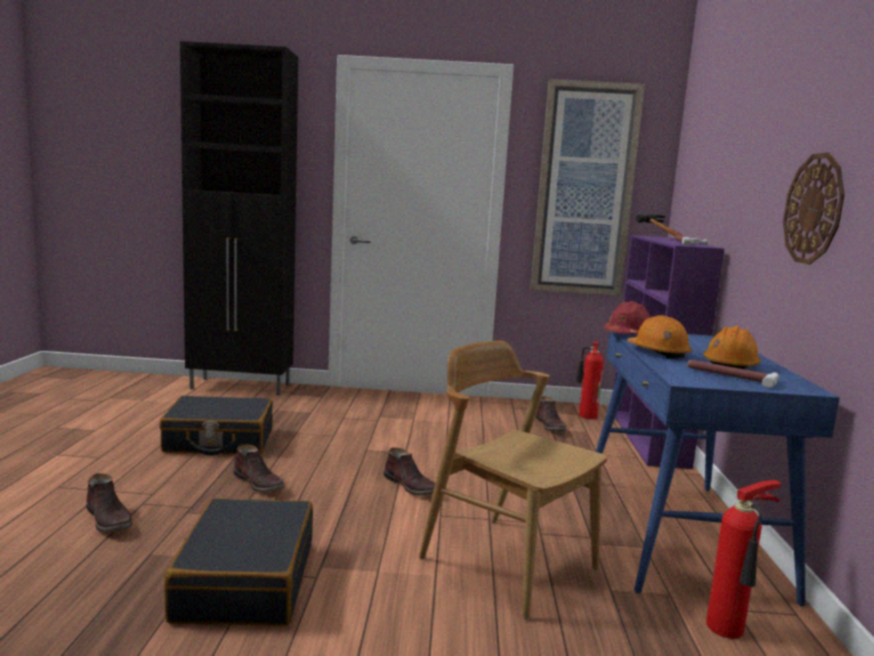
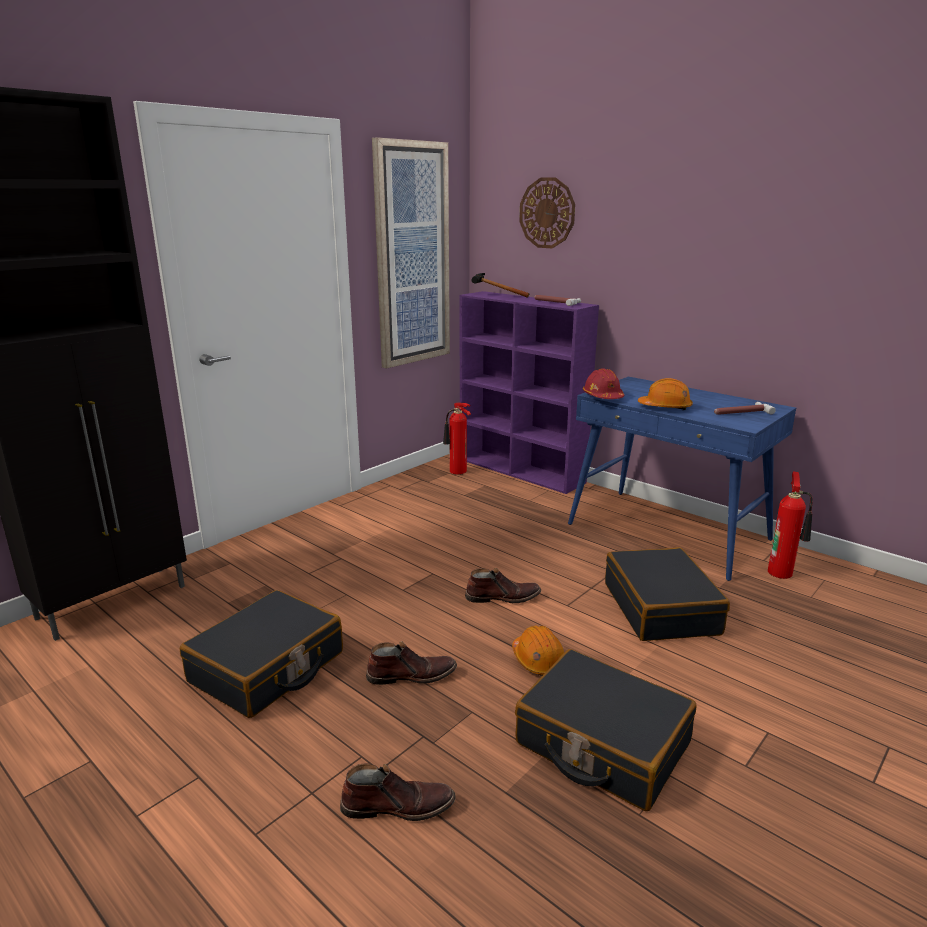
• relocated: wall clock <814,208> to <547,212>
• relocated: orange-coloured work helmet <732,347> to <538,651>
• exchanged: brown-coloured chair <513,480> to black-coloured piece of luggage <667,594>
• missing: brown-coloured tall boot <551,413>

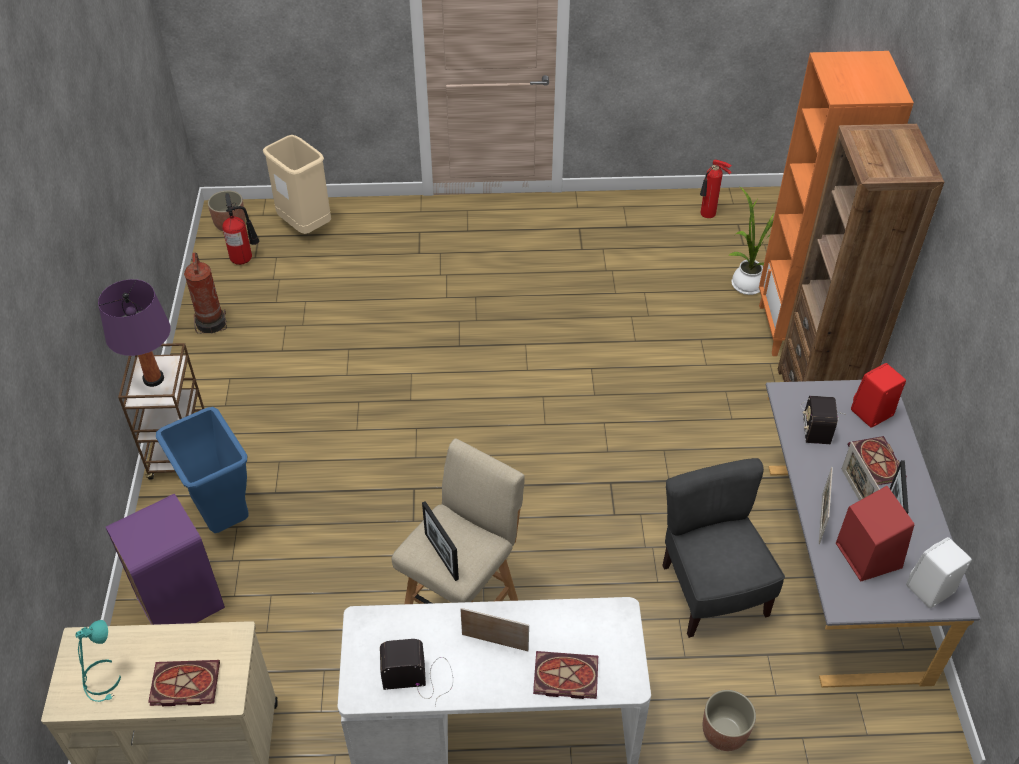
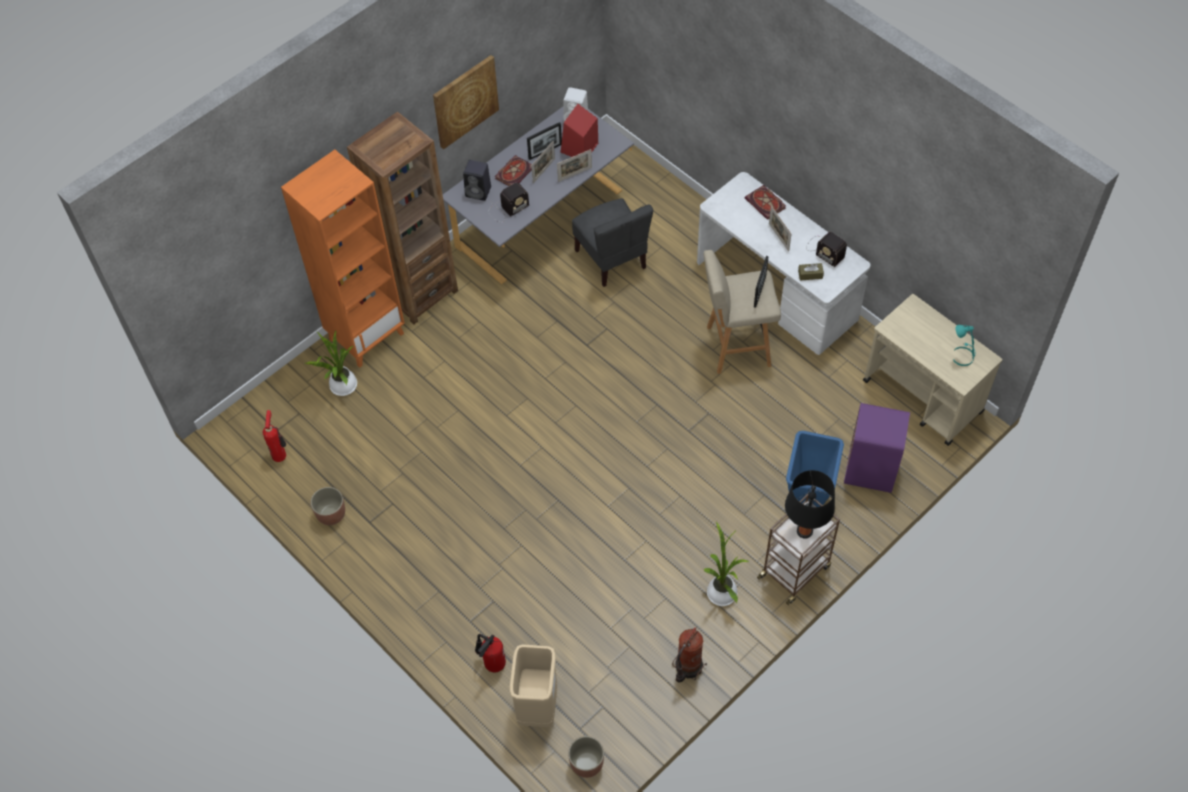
• relocated: extinguisher <240,229> to <490,653>
• colour: purplish table lamp <134,333> to black-coloured table lamp <810,504>
• colour: red loudspeaker <878,395> to black-coloured loudspeaker <477,180>
• spun: greyish chair <723,548> = <612,242> 60 degrees counterclockwise
• missing: bound book <184,683>
• relocated: plant pot <729,720> to <328,506>
• appeared: wall picture <466,102>
• appeared: brown-coloured box of tissues <811,271>
• appeared: houseplant <726,564>

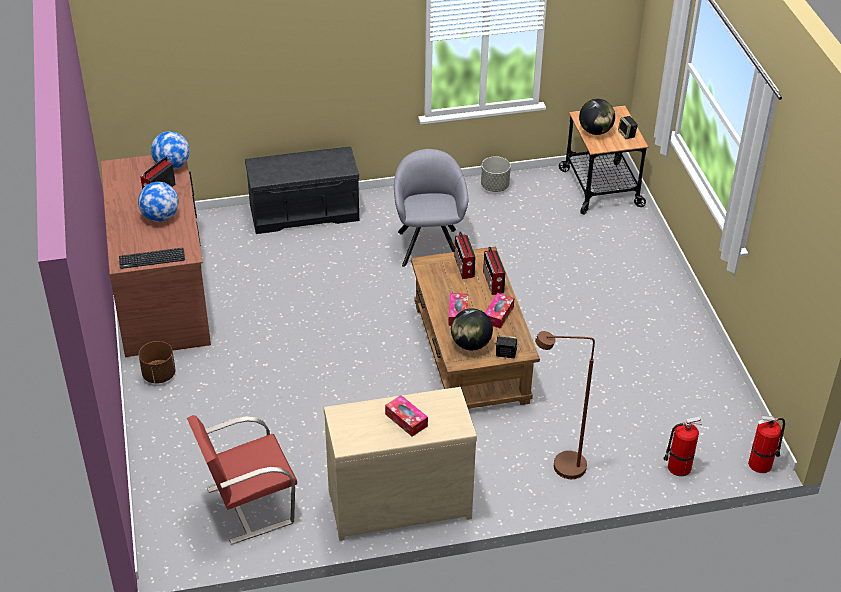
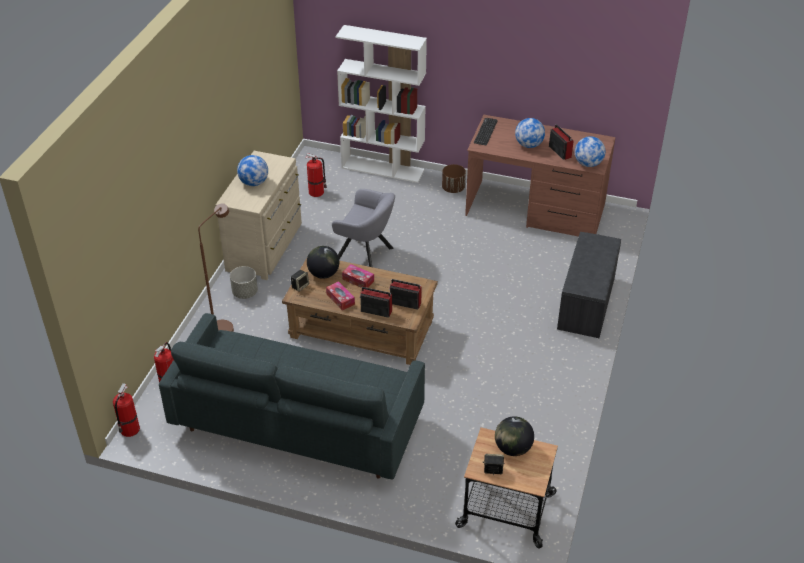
• relocated: greyish armchair <431,208> to <363,228>
• relocated: greyish plant pot <496,174> to <244,282>
• exchanged: box of tissues <406,416> to world globe <252,170>
• exchanged: red chair <242,480> to extinguisher <316,175>
• appeared: whitish bookshelf <381,104>
• appeared: greyish couch <292,396>

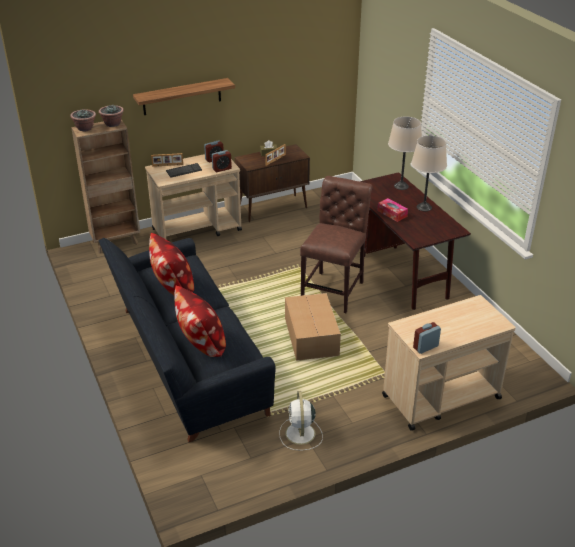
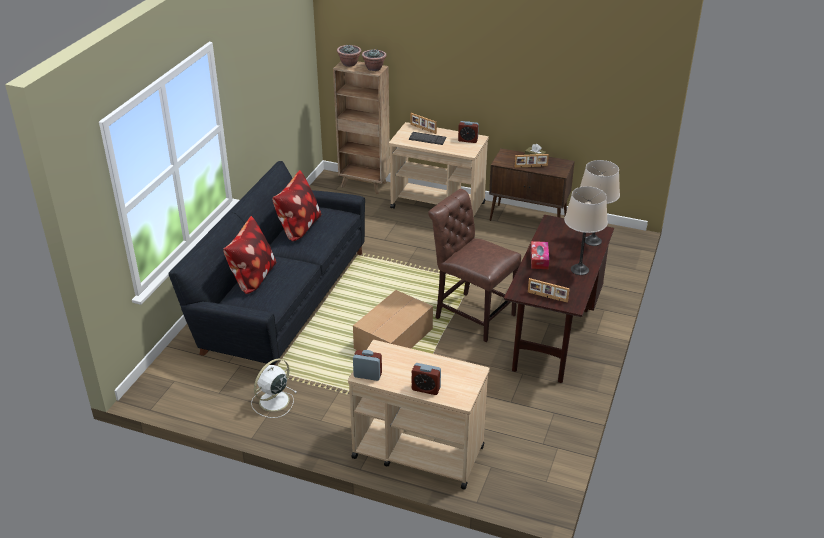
• missing: shelf <184,96>
• relocated: bedside clock <222,161> to <426,379>
• spun: brown-coloured chair <336,244> = <474,265> 120 degrees counterclockwise
• appeared: photo frame <549,290>

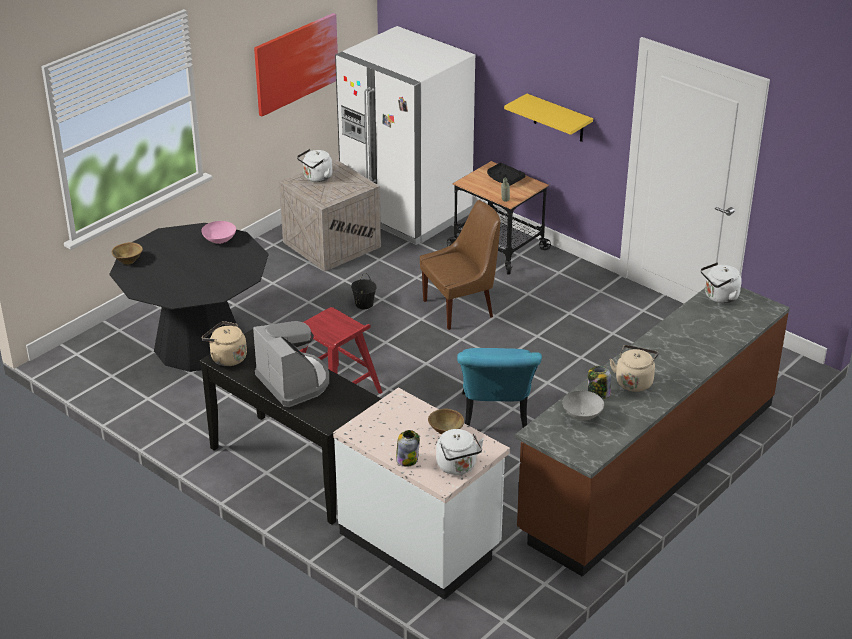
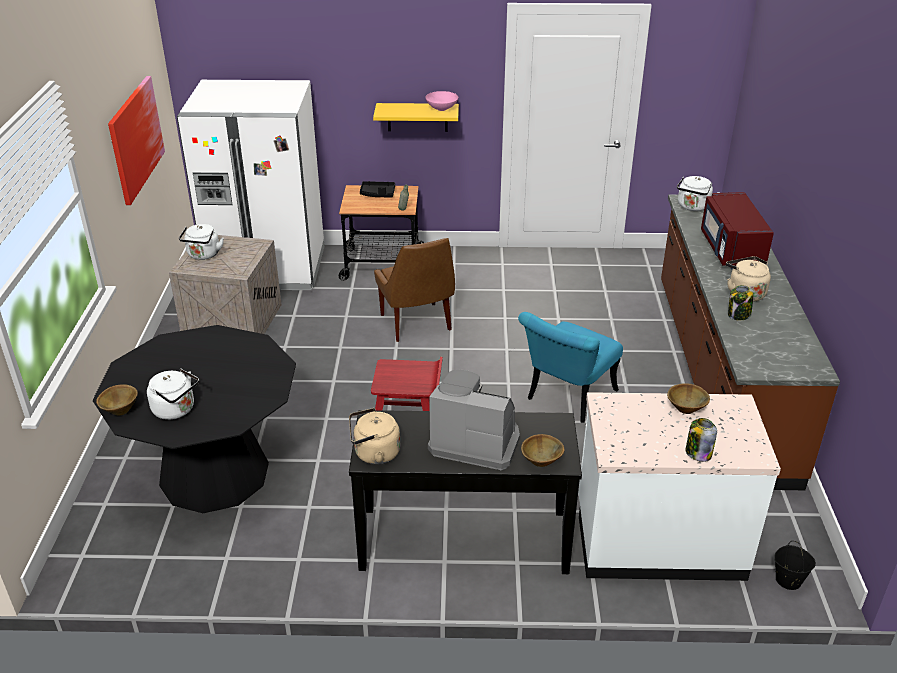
• spun: brown-coloured chair <460,265> = <414,290> 135 degrees clockwise
• relocated: pink serving bowl <218,232> to <441,101>
• relocated: black-coloured water bucket <364,291> to <795,565>
• spun: turquoise chair <499,388> = <570,367> 75 degrees clockwise
• missing: greyish serving bowl <583,405>
• relocated: whitish water kettle <460,452> to <173,394>
• appeared: red kitchen microwave <737,231>
• appeared: brown-coloured serving bowl <543,450>

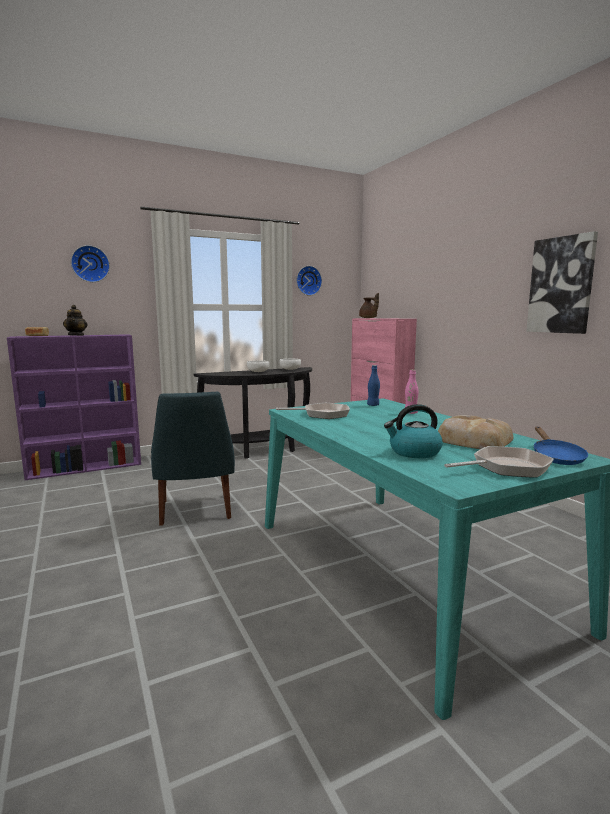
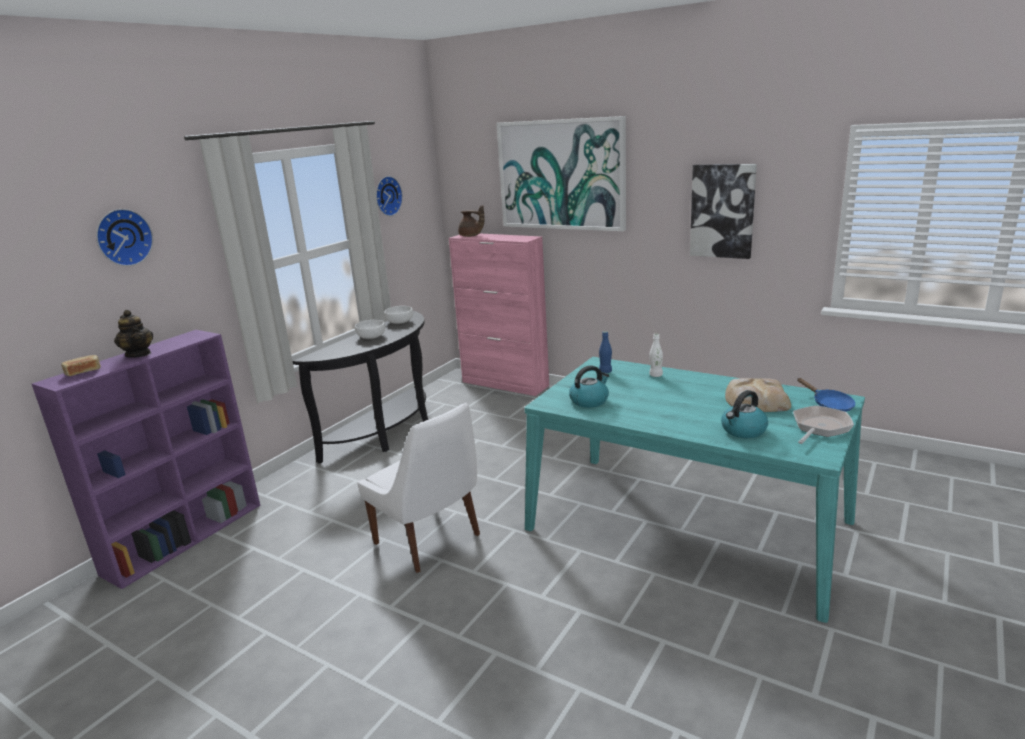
• colour: pink bottle <411,392> to whitish bottle <656,355>
• colour: bluish chair <193,459> to whitish chair <418,488>
• exchanged: frying pan <313,411> to water kettle <589,387>
• appeared: wall picture <561,173>

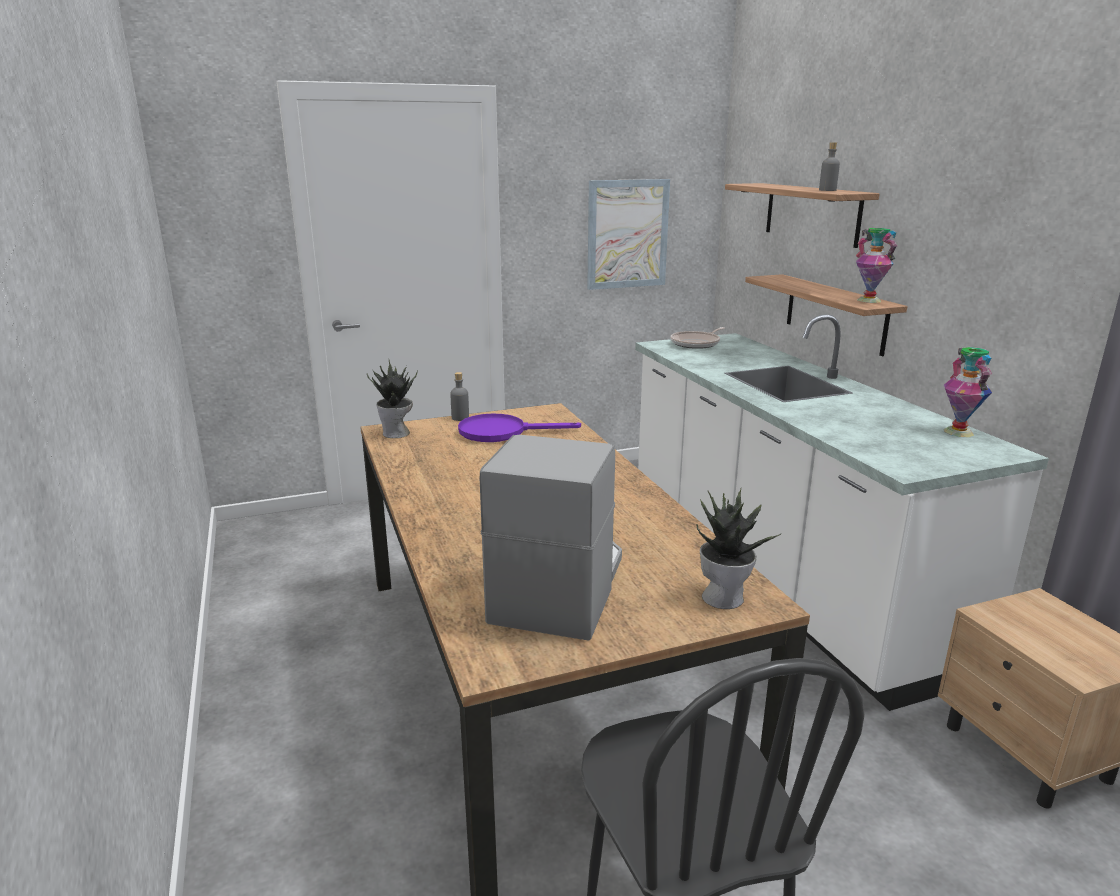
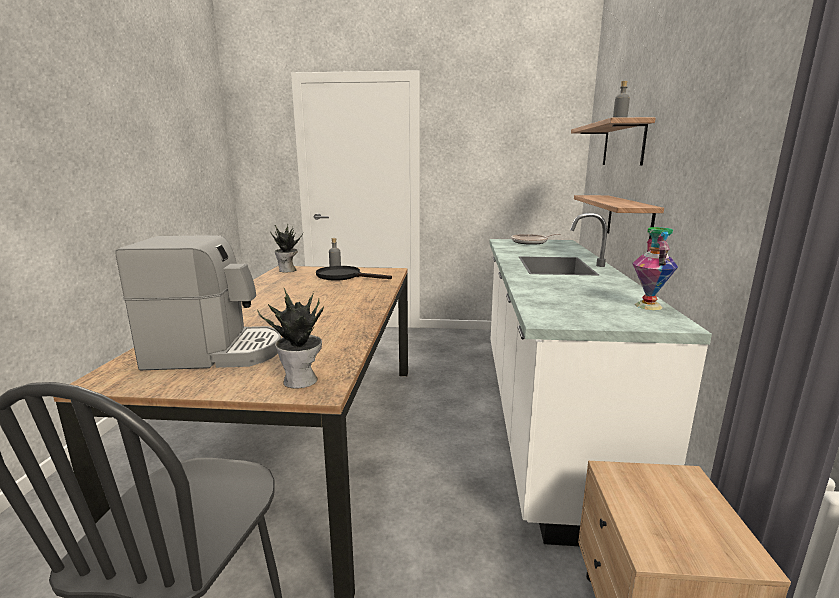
• missing: wall picture <628,234>
• missing: decorative vase <876,265>
• colour: purplish frying pan <519,428> to black-coloured frying pan <354,273>
• spun: coffee machine <551,538> = <198,302> 45 degrees clockwise

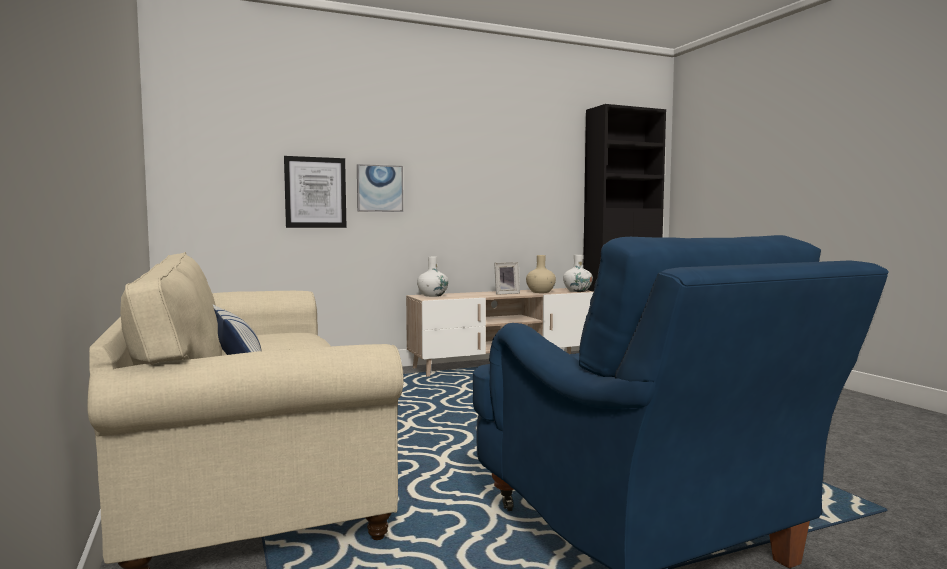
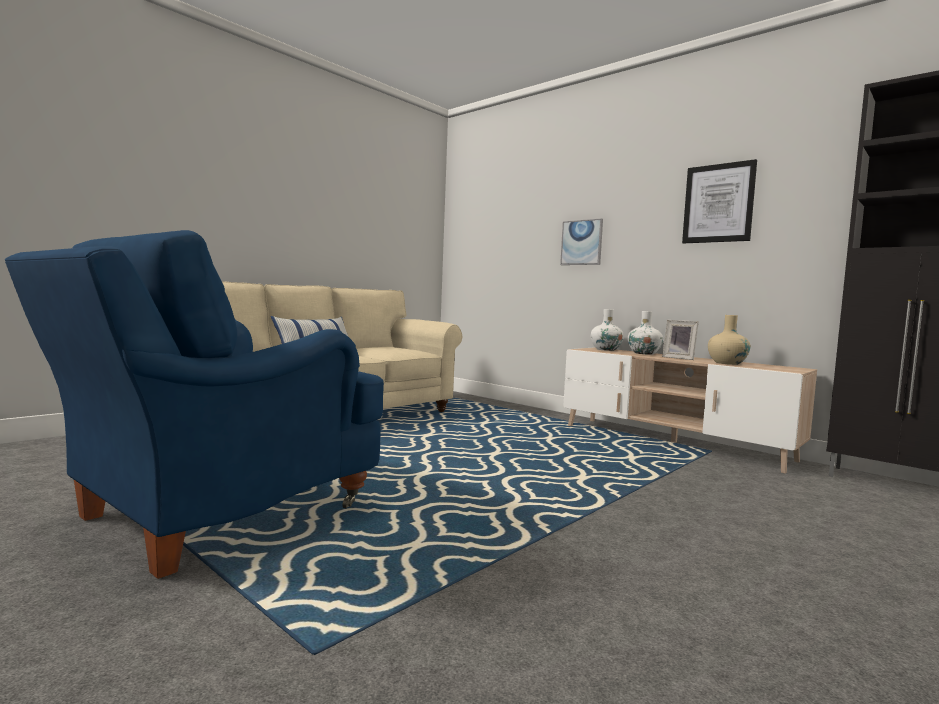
• relocated: wall picture <315,192> to <719,201>
• relocated: whitish decorative vase <578,273> to <645,333>

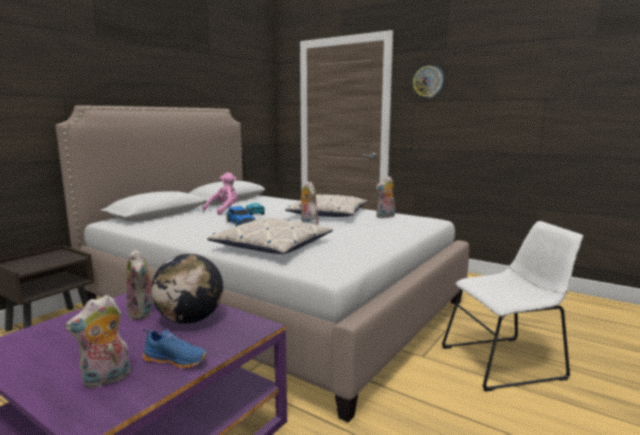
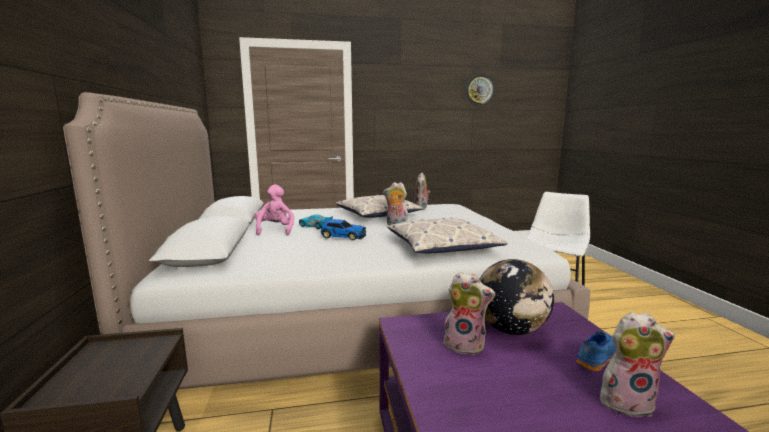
• relocated: wall clock <428,81> to <479,90>
• spun: soft toy <97,342> = <637,365> 90 degrees counterclockwise

